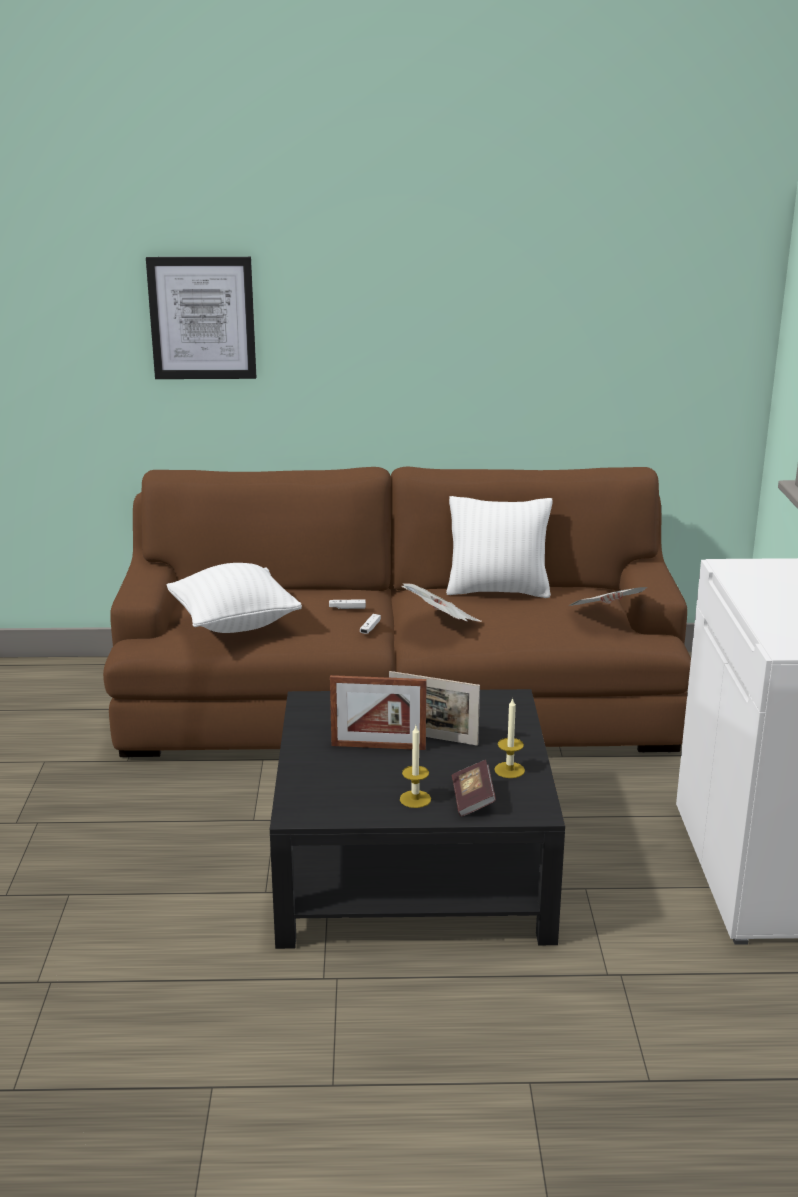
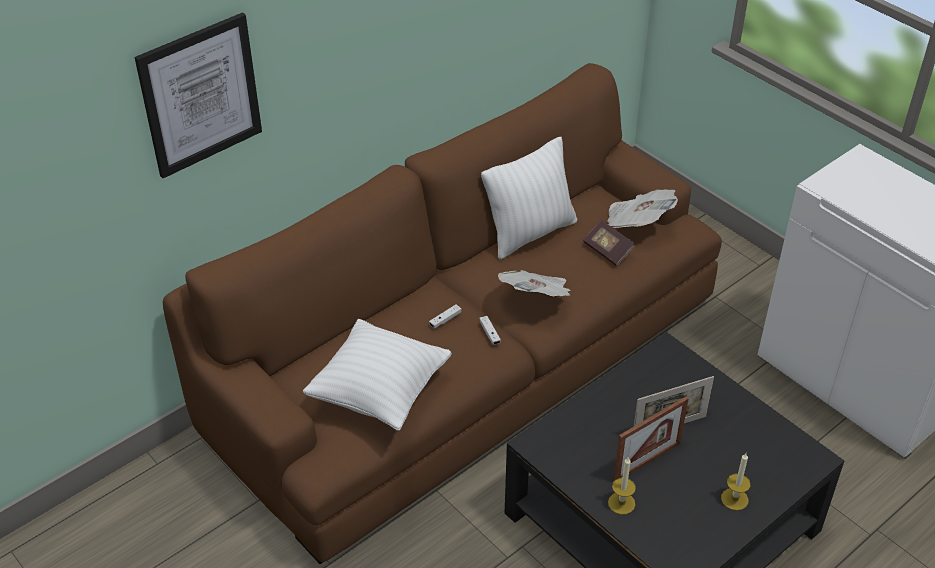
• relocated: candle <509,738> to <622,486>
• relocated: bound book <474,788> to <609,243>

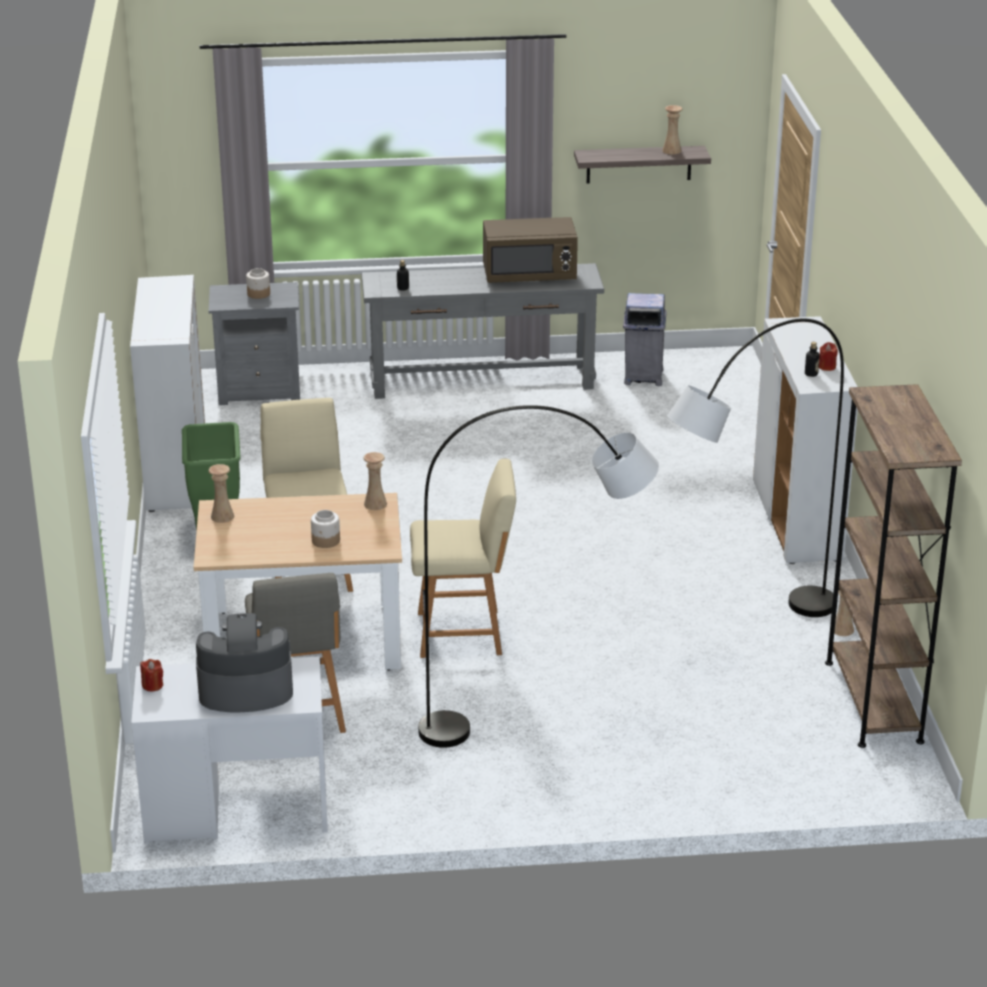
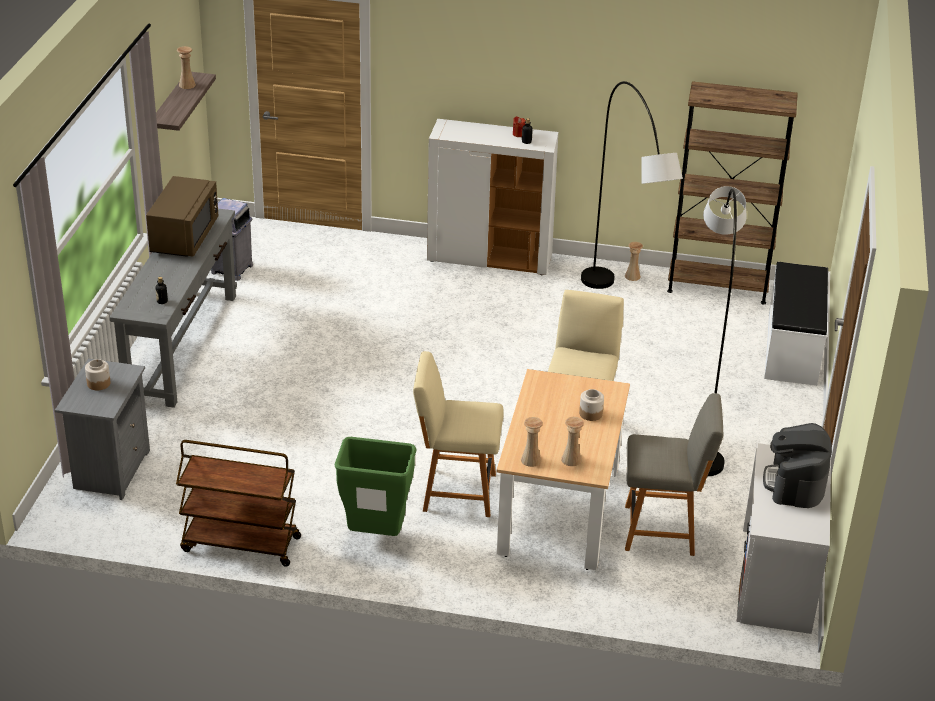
• exchanged: whitish storage cabinet <167,393> to brown-coloured wheeled cart <238,503>
• relocated: beige decorative vase <375,481> to <572,441>
• missing: red candle <151,675>
• appeared: whitish indoor bench <796,324>

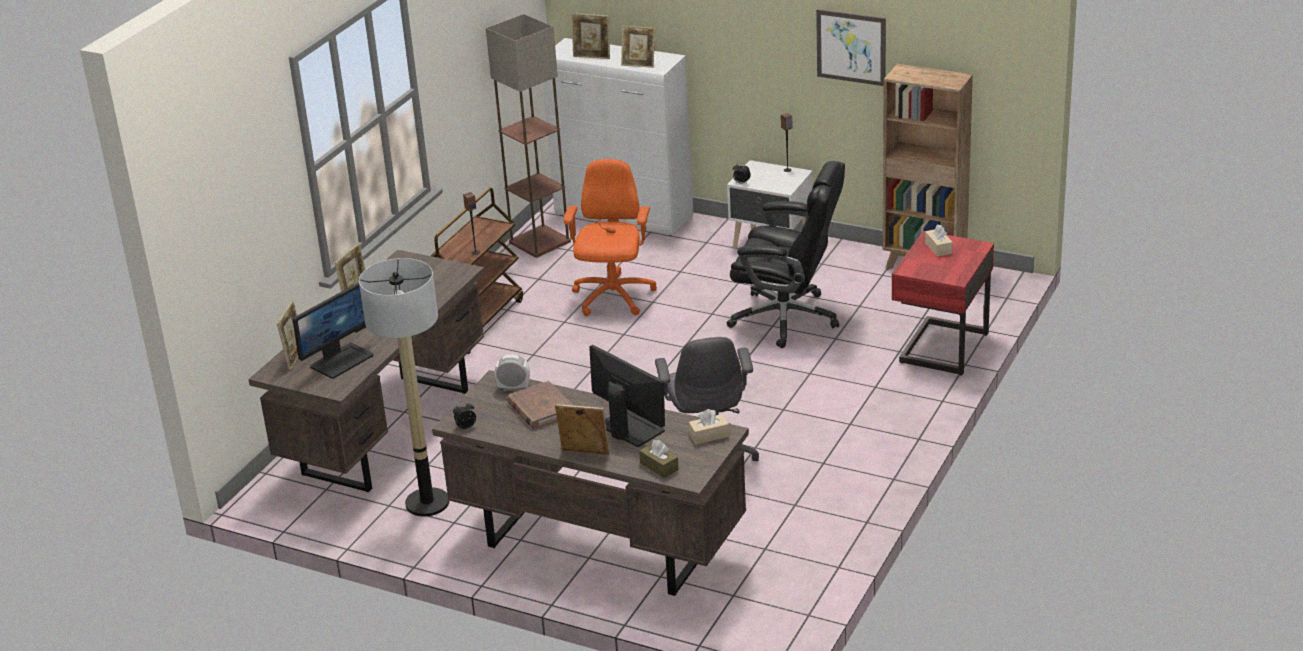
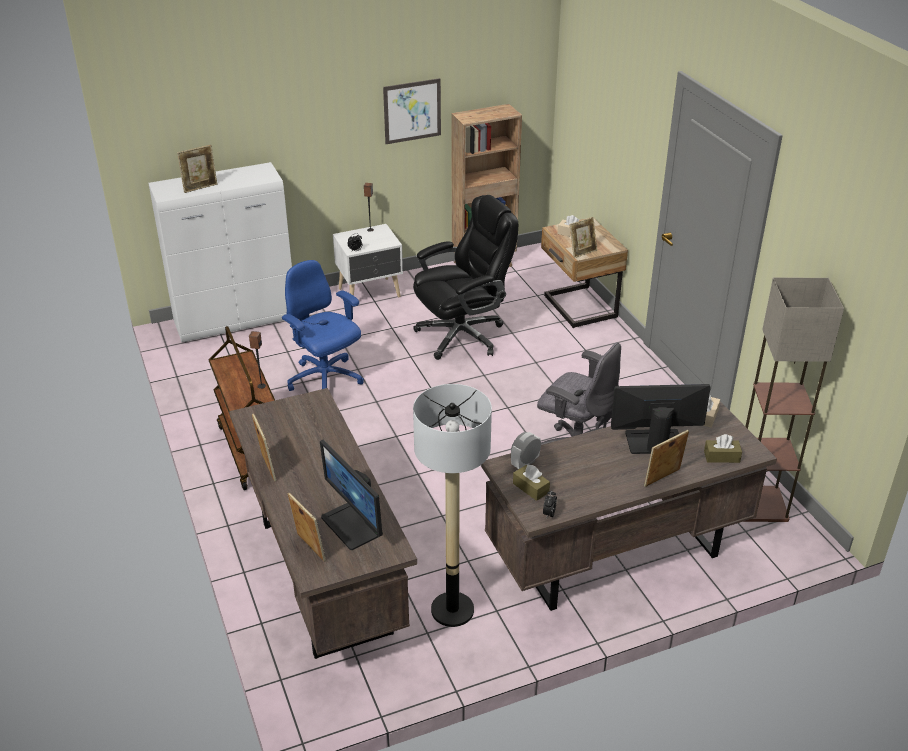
• relocated: standard lamp <528,136> to <793,399>
• relocated: photo frame <638,47> to <583,237>
• colour: orange-coloured office chair <610,237> to bluish office chair <323,325>
• colour: red nightstand <943,303> to beige nightstand <584,273>
• spun: computer screen <333,331> = <351,495> 150 degrees clockwise
• missing: brown-coloured bound book <540,405>
• appeared: brown-coloured box of tissues <531,482>

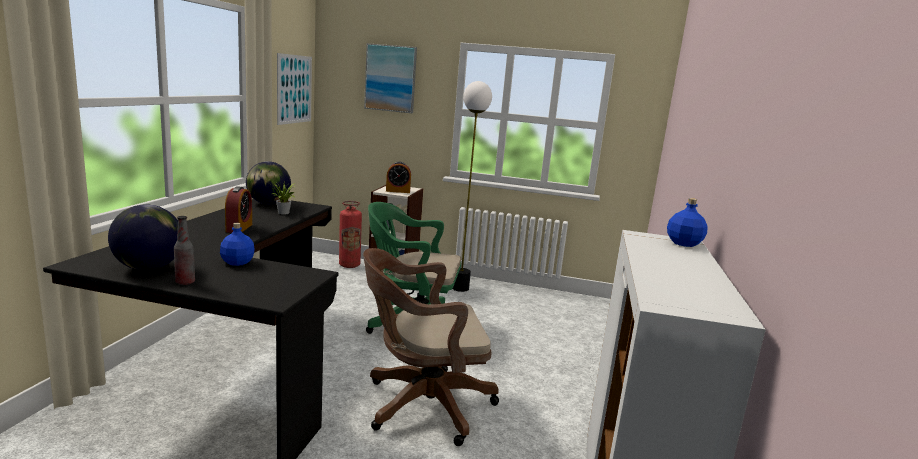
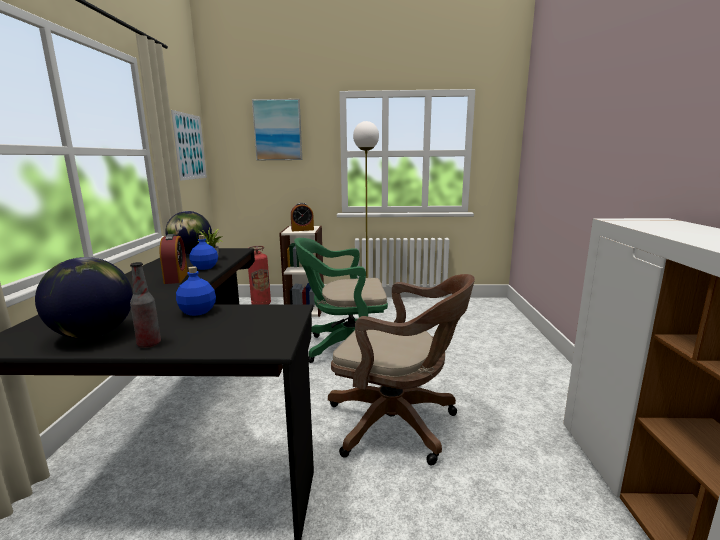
• relocated: bluish bottle <687,222> to <204,252>
• spun: brown-coloured office chair <431,347> = <401,369> 135 degrees counterclockwise

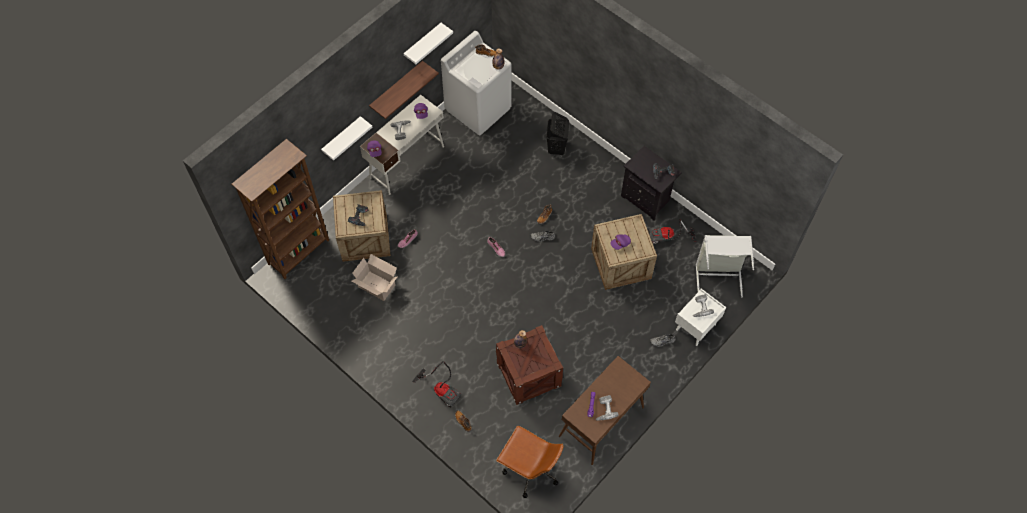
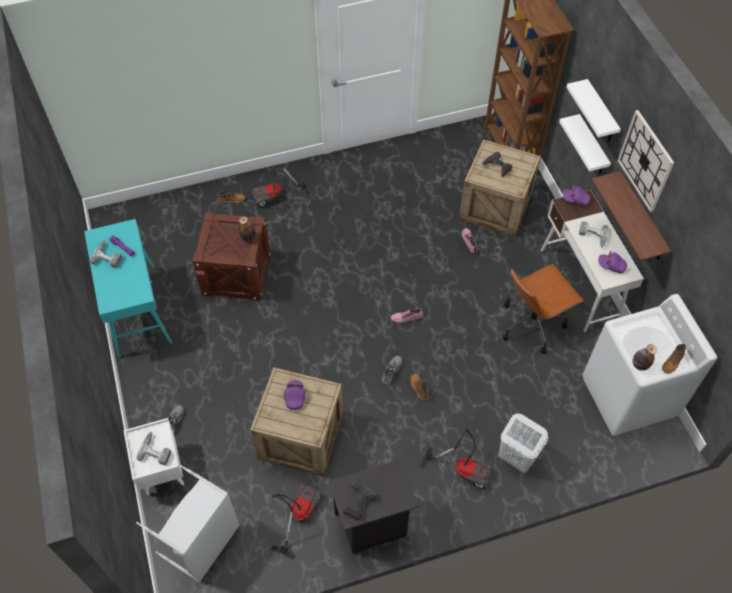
• relocated: whitish shelf <428,43> to <593,110>
• colour: black-coloured washing basket <557,133> to whitish washing basket <523,443>
• missing: packing box <374,277>
• colour: brown-coloured narrow table <605,410> to turquoise narrow table <128,288>
• relocated: brown-coloured office chair <530,462> to <543,309>
• appeared: wall clock <646,161>
• appeared: hoover <456,458>

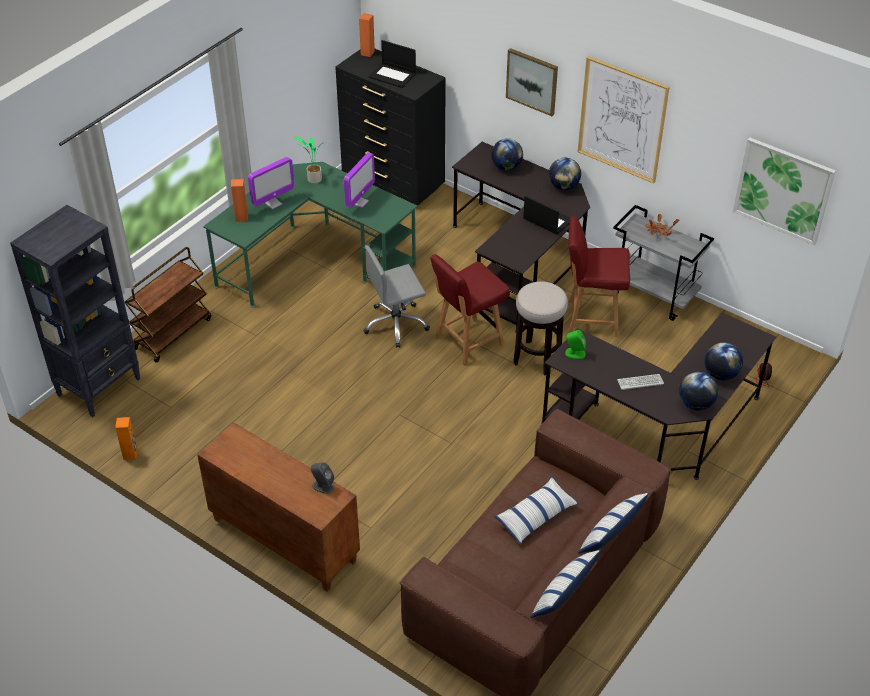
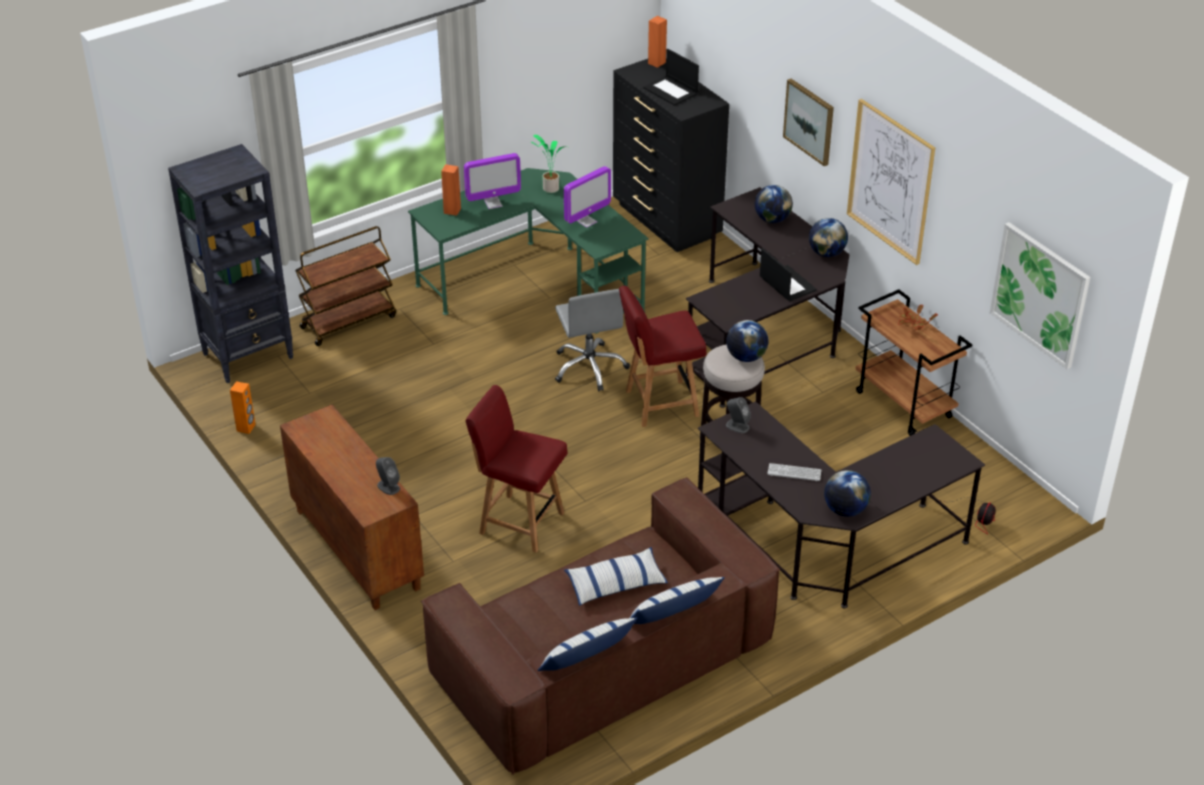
• colour: greyish wheeled cart <663,263> to brown-coloured wheeled cart <913,362>
• relocated: red chair <599,276> to <516,469>
• spun: greyish office chair <396,296> = <592,340> 105 degrees counterclockwise
• colour: green-coloured loudspeaker <575,344> to greyish loudspeaker <738,415>
• relocated: world globe <723,361> to <747,341>

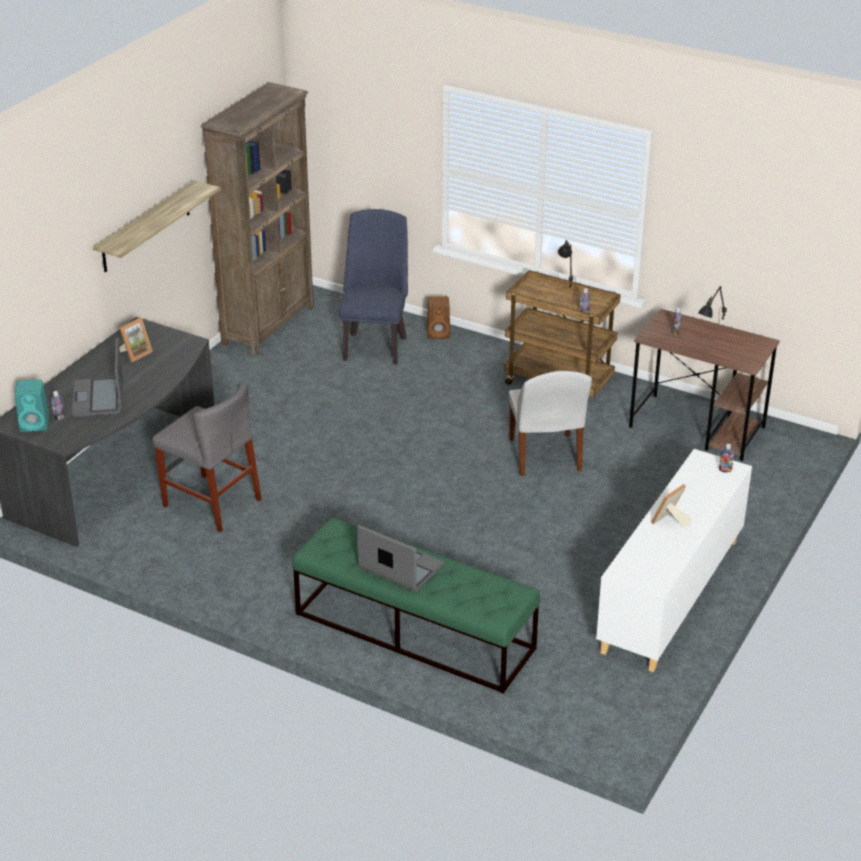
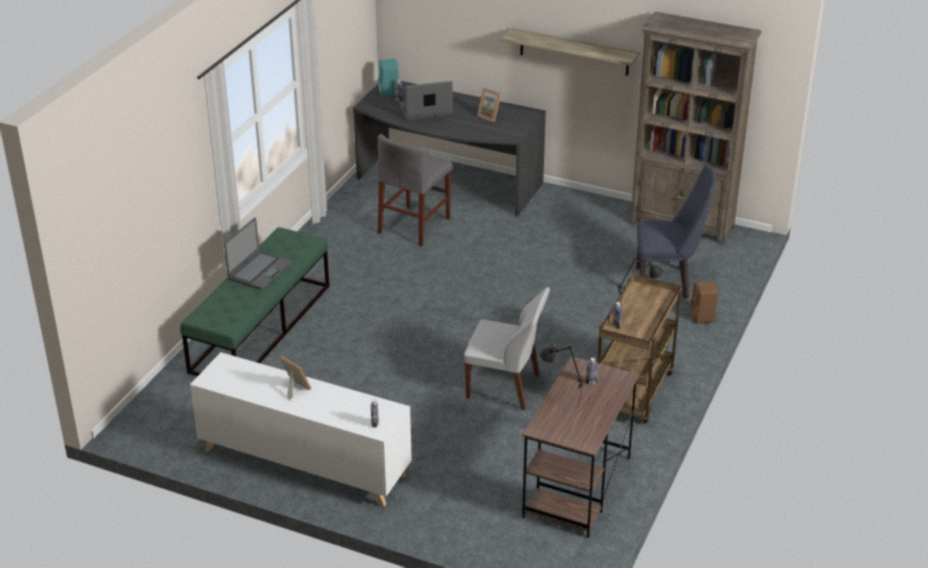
• spun: whitish chair <550,423> = <507,348> 150 degrees counterclockwise

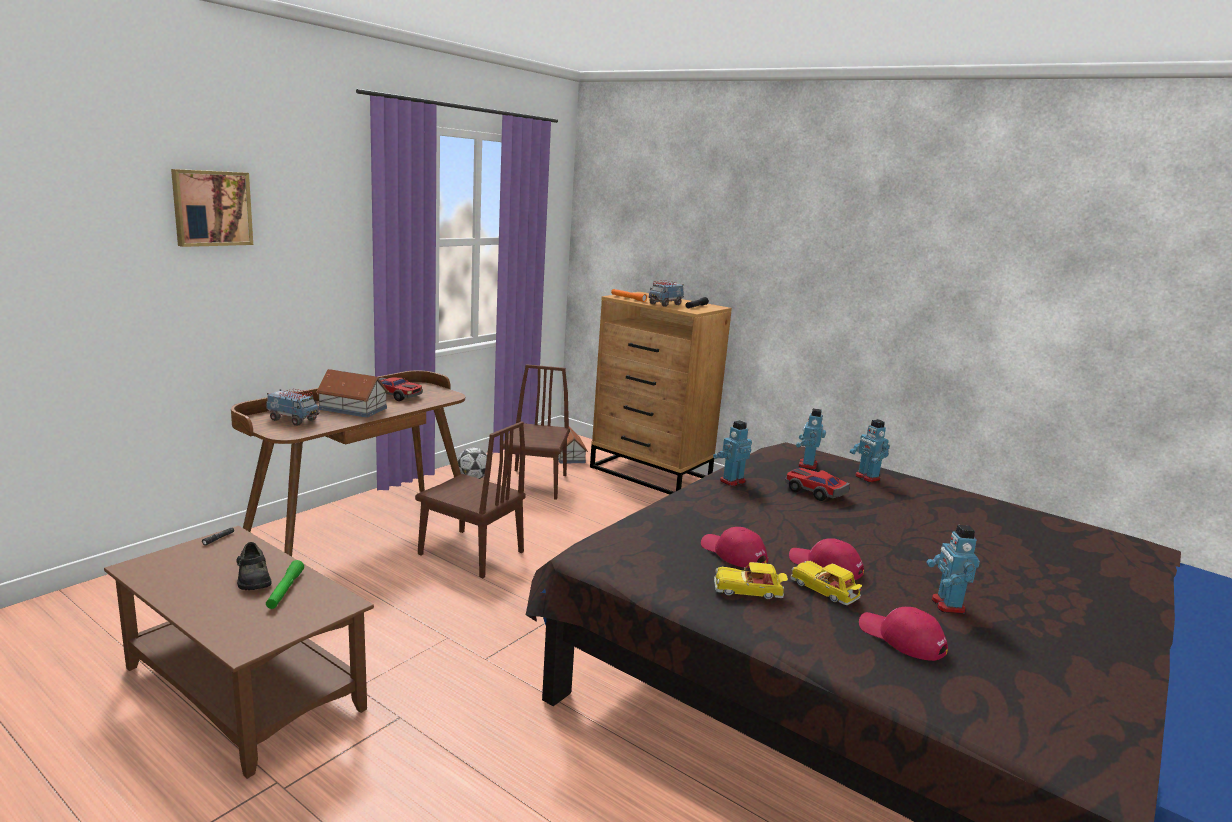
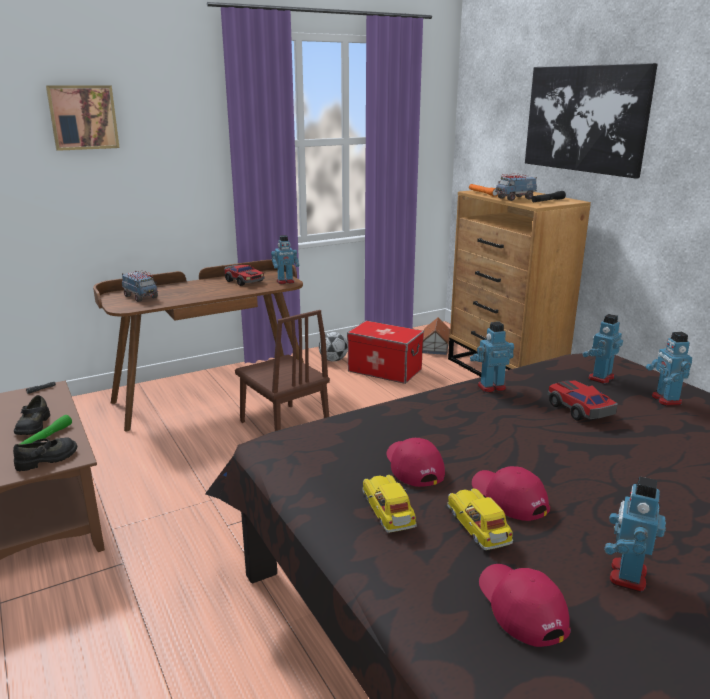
• exchanged: brown-coloured chair <536,432> to storage bin <385,352>
• missing: model house <352,393>
• spun: miniature car <751,580> = <389,504> 45 degrees clockwise
• appeared: wall picture <591,121>
• appeared: robot figure <285,259>
• appeared: black-coloured shoe <45,454>

